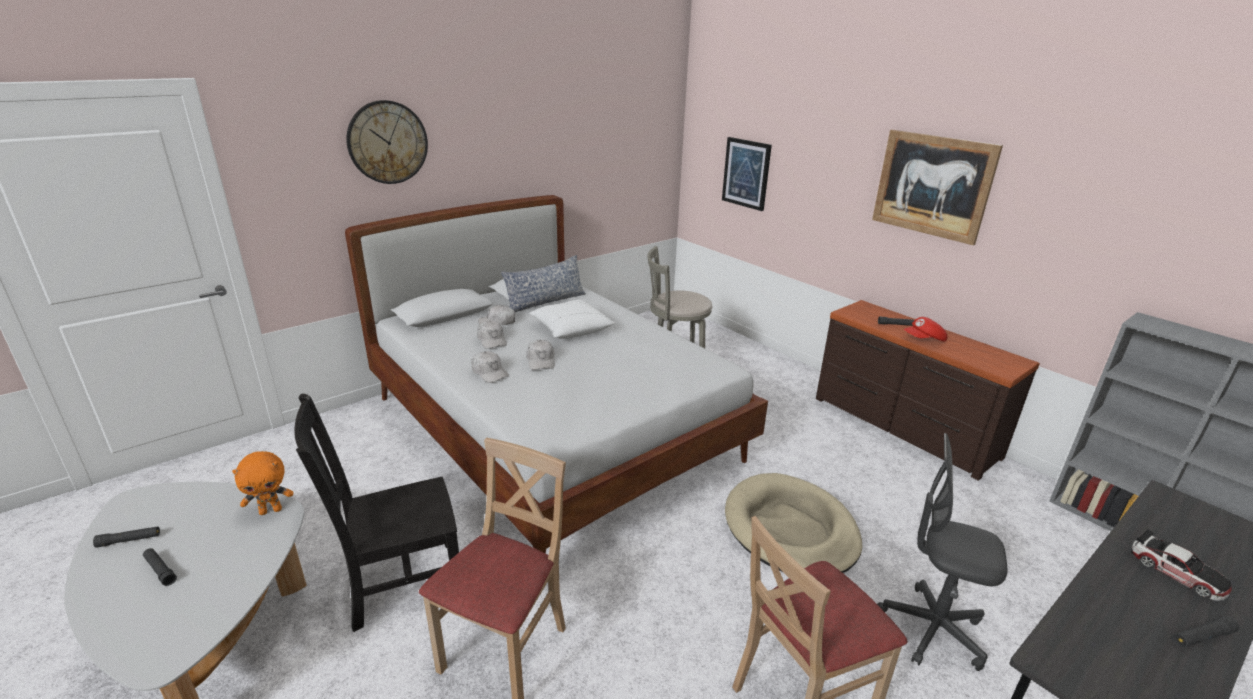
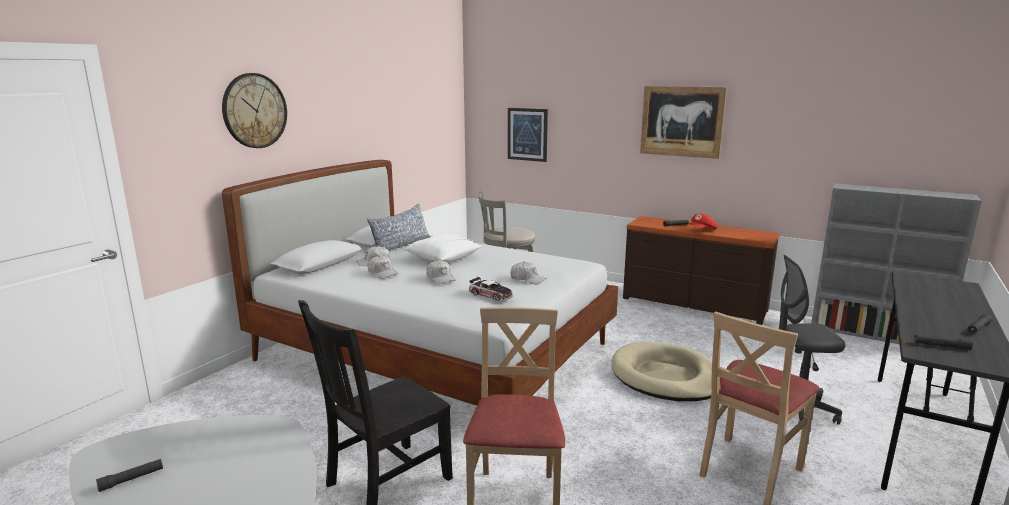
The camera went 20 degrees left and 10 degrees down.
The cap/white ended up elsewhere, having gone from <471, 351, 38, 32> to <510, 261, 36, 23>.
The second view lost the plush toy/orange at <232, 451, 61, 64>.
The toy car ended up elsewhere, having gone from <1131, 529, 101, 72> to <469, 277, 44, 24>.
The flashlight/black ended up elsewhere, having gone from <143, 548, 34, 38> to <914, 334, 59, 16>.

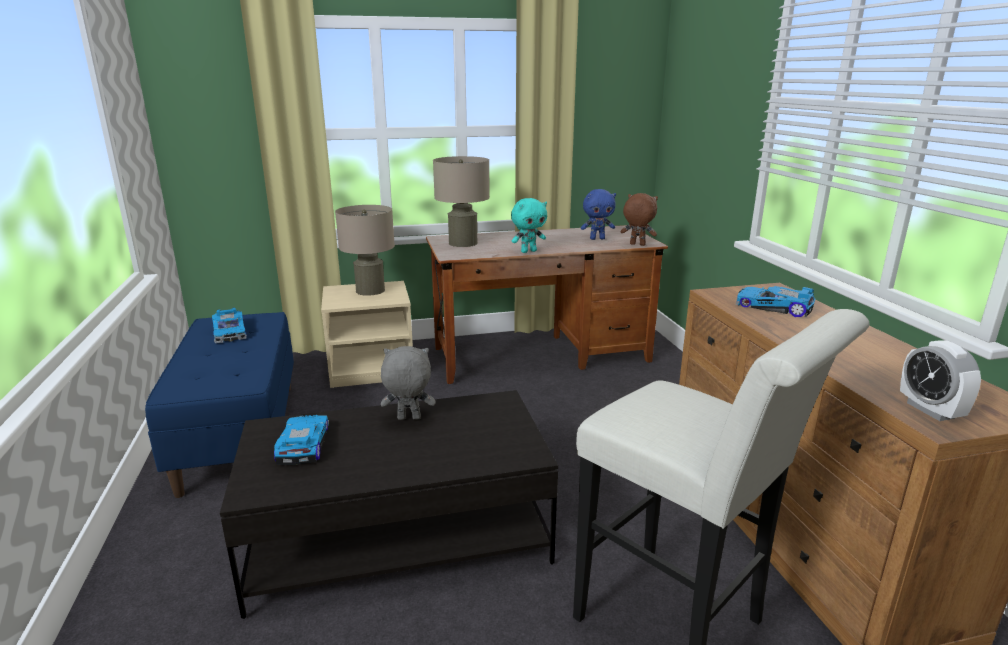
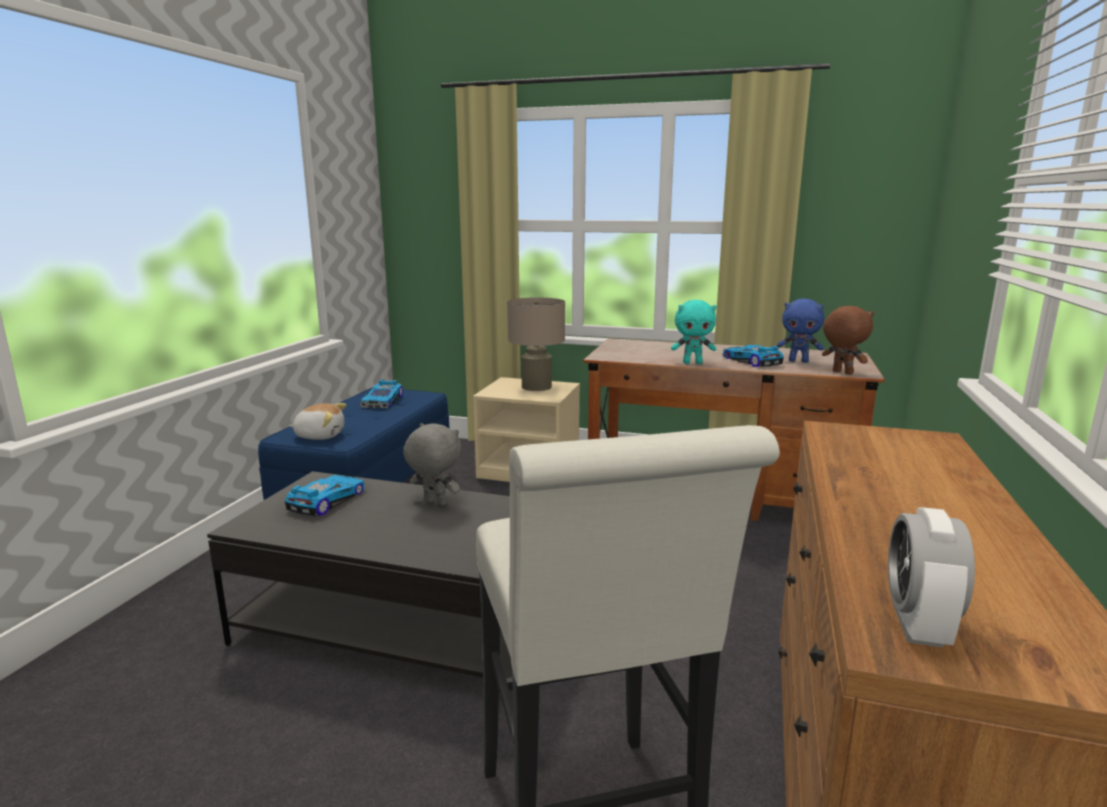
The camera went 30 degrees right and 5 degrees down.
The second view lost the table lamp/beige at <433, 156, 57, 91>.
The toy car ended up elsewhere, having gone from <736, 286, 80, 31> to <722, 345, 62, 22>.
The second view gained the plush toy at <289, 403, 58, 37>.

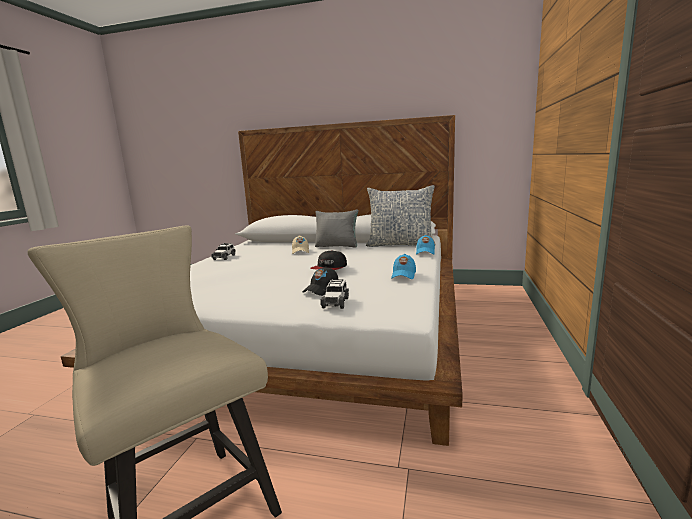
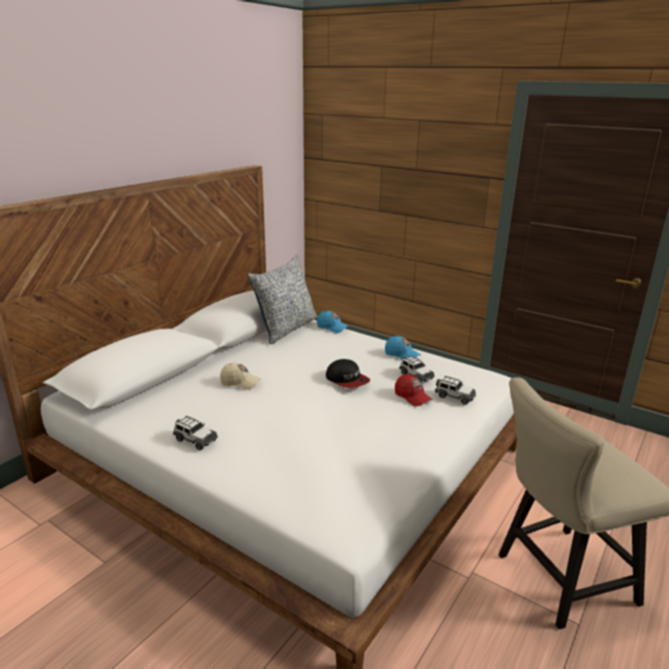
The camera went 70 degrees left and 10 degrees up.
The second view lost the pillow/grey at <315, 209, 43, 39>.
What was the cap/black at <302, 267, 37, 29> turned into the cap/red at <395, 374, 37, 32>.
The second view gained the toy car at <399, 356, 36, 27>.

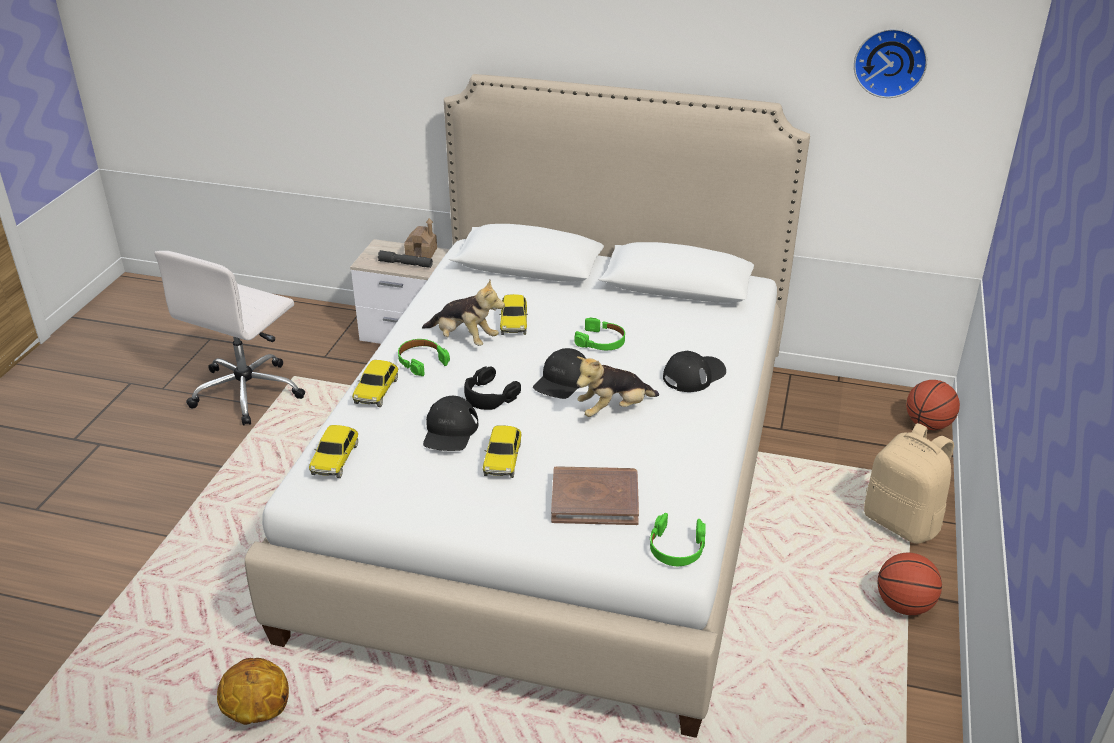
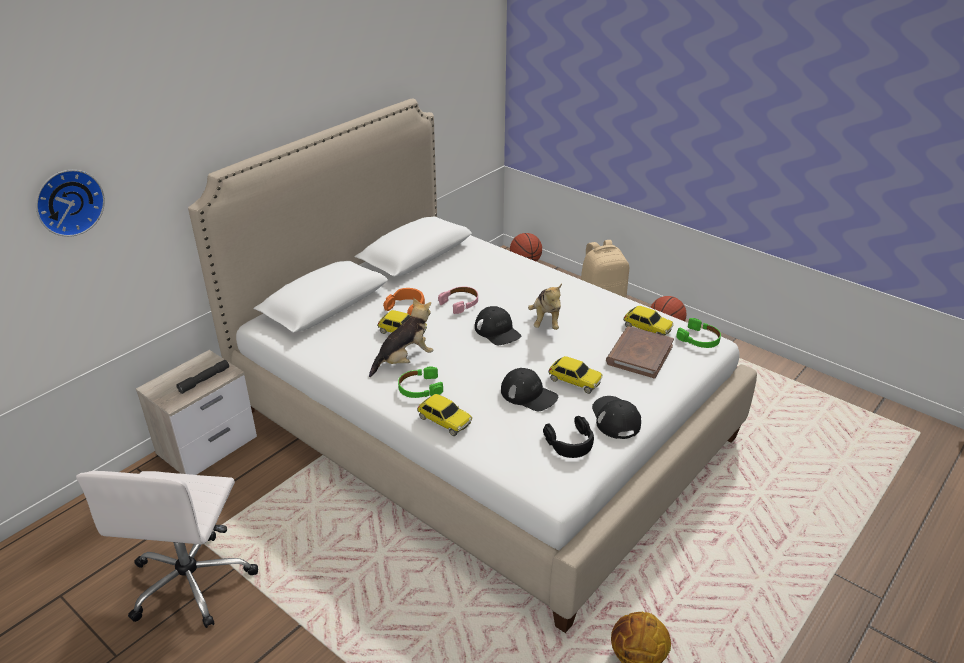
The camera went 65 degrees left and 0 degrees up.
The wall clock ended up elsewhere, having gone from <854, 29, 73, 69> to <36, 170, 69, 67>.
The second view lost the toy house at <404, 218, 33, 40>.
The office chair/white at <154, 251, 151, 174> ended up facing another way, 45 degrees clockwise from before.
What was the headphones/green at <574, 318, 51, 32> turned into the headphones/pink at <438, 287, 40, 27>.
The cap/black ended up elsewhere, having gone from <663, 351, 63, 41> to <592, 396, 49, 43>.
The headphones/black ended up elsewhere, having gone from <464, 366, 57, 44> to <543, 416, 51, 42>.
The toy car ended up elsewhere, having gone from <309, 425, 49, 53> to <623, 306, 51, 30>.
The second view gained the headphones/orange at <383, 288, 42, 28>.

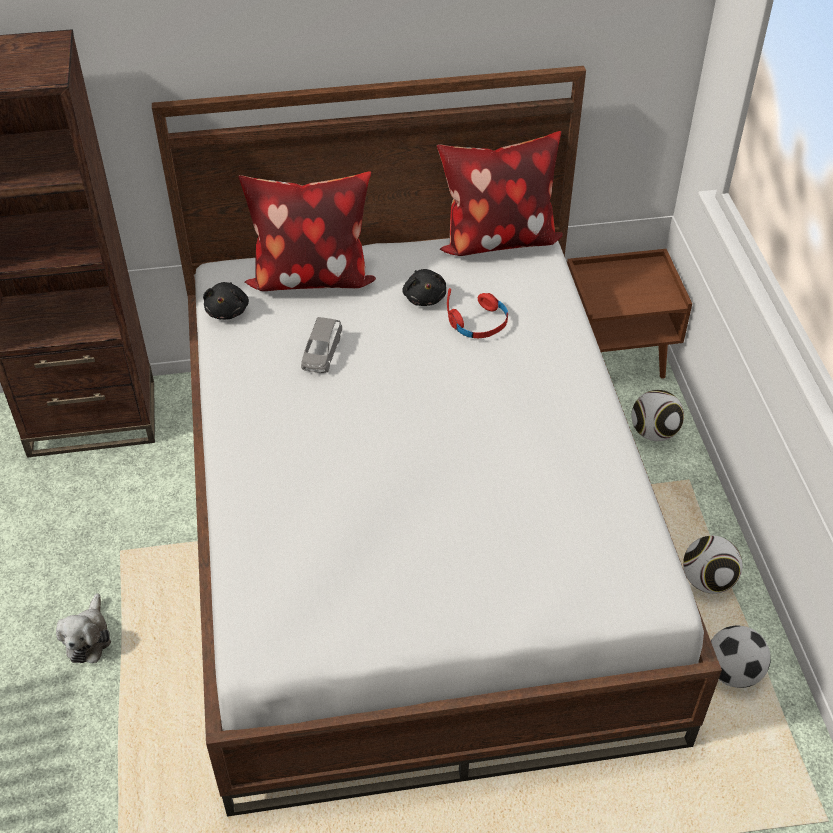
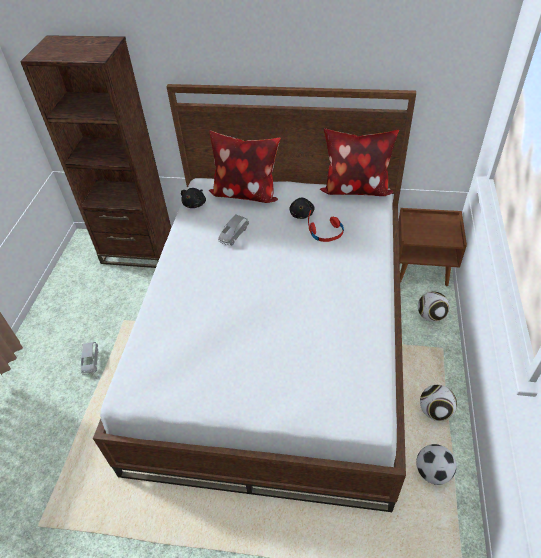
The camera went 20 degrees right and 0 degrees up.
Where the plush toy stood at <56, 593, 55, 70>, the toy car/grey came to stand at <81, 342, 17, 33>.

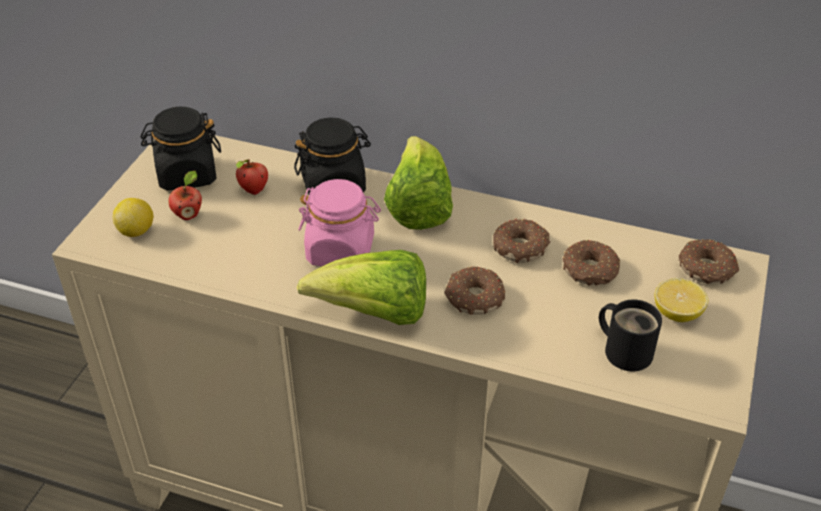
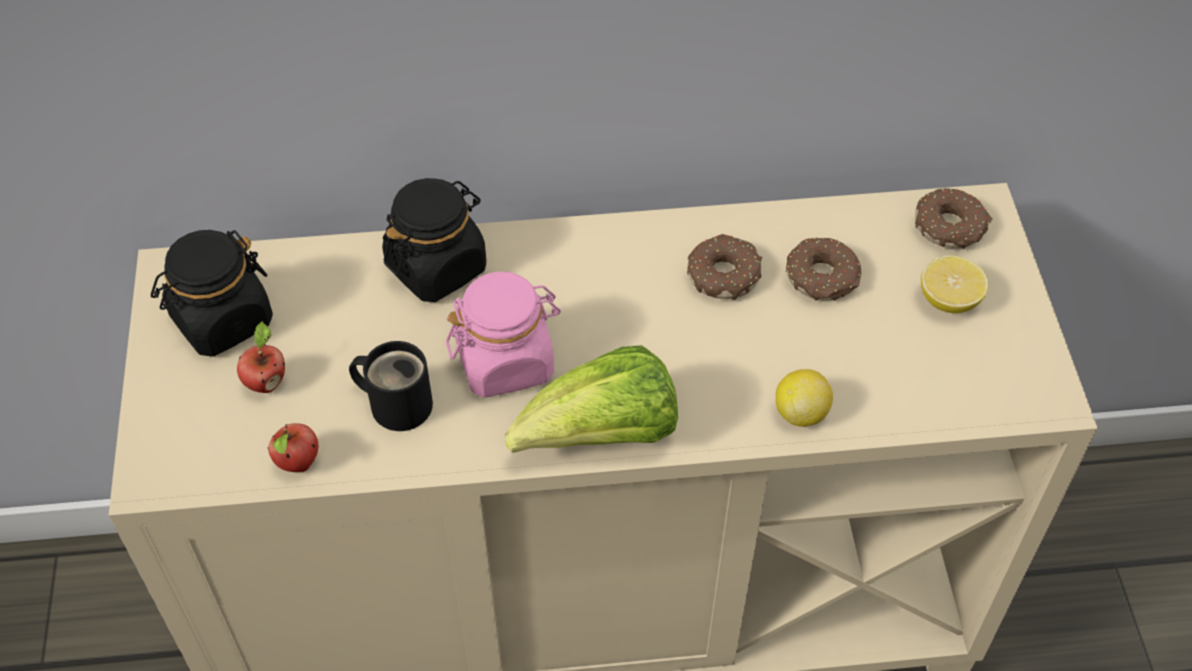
The camera went 25 degrees left and 10 degrees up.
The second view lost the lettuce at <384, 136, 69, 94>.
The apple ended up elsewhere, having gone from <236, 159, 32, 36> to <268, 423, 50, 49>.
The lemon ended up elsewhere, having gone from <113, 198, 40, 39> to <776, 369, 57, 58>.
The second view lost the donut at <444, 266, 61, 49>.
The mug/black ended up elsewhere, having gone from <599, 299, 63, 72> to <349, 341, 84, 90>.

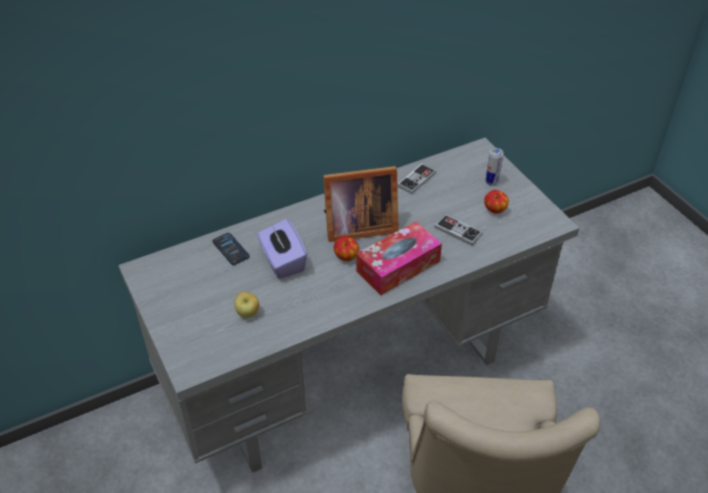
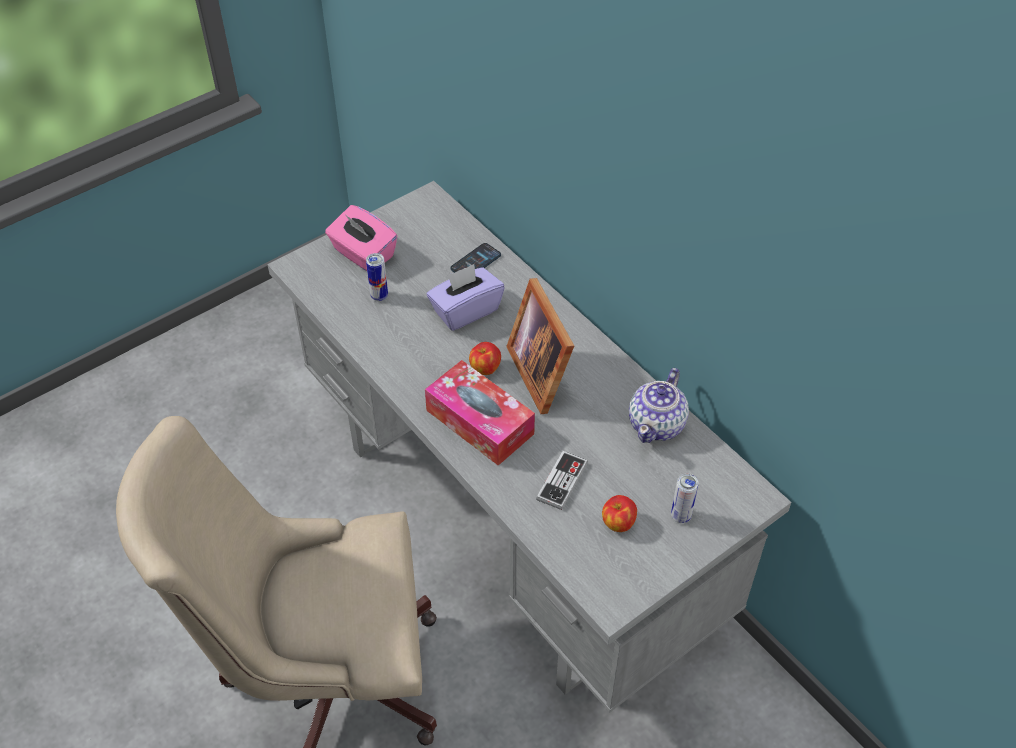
The camera went 80 degrees right and 5 degrees up.
Where the game controller stood at <397, 163, 39, 31>, the teapot came to stand at <629, 368, 60, 75>.
Where the apple stood at <234, 292, 25, 26>, the can came to stand at <366, 253, 22, 48>.
The second view gained the tissue box/pink at <325, 205, 72, 66>.

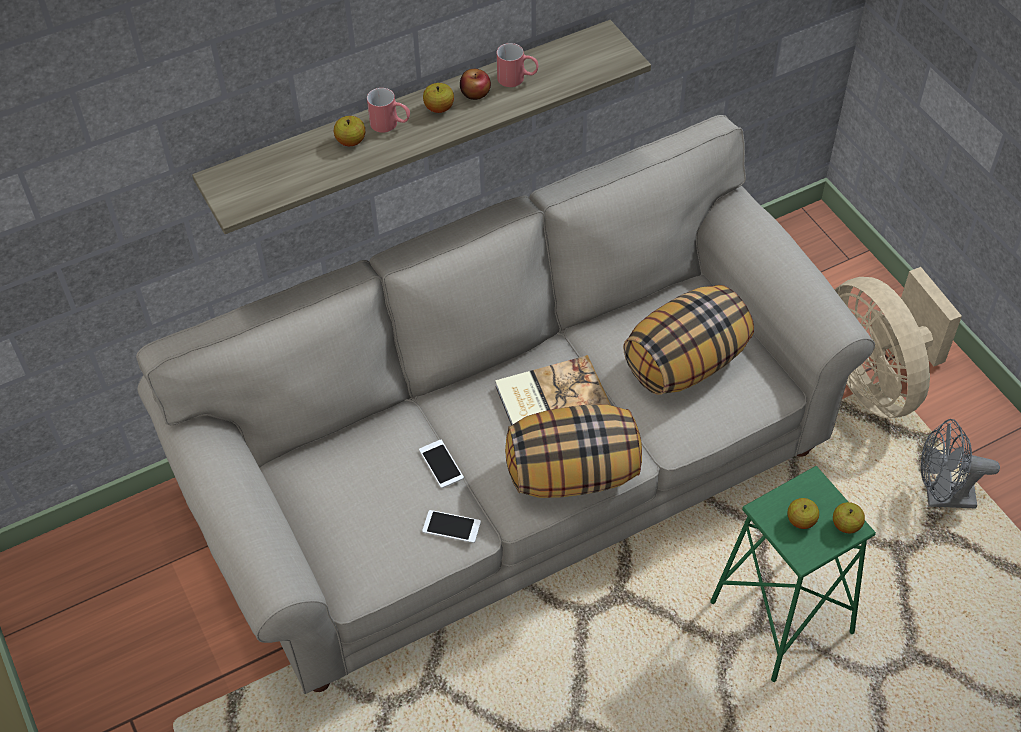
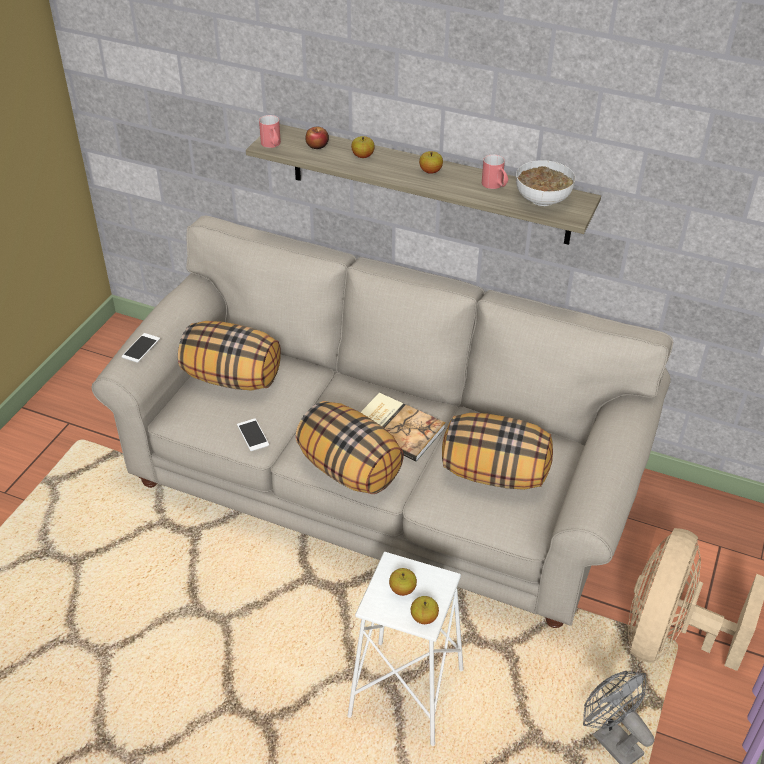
The camera went 50 degrees right and 10 degrees down.
The apple ended up elsewhere, having gone from <460, 69, 31, 31> to <305, 126, 24, 23>.
The mug/red ended up elsewhere, having gone from <367, 88, 43, 45> to <259, 115, 22, 33>.
The phone ended up elsewhere, having gone from <419, 440, 45, 48> to <122, 333, 38, 30>.
What was the stool/green at <710, 466, 166, 216> turned into the stool/white at <347, 552, 117, 194>.
The second view gained the bowl at <516, 160, 60, 46>.
The second view gained the pillow at <178, 321, 103, 70>.

